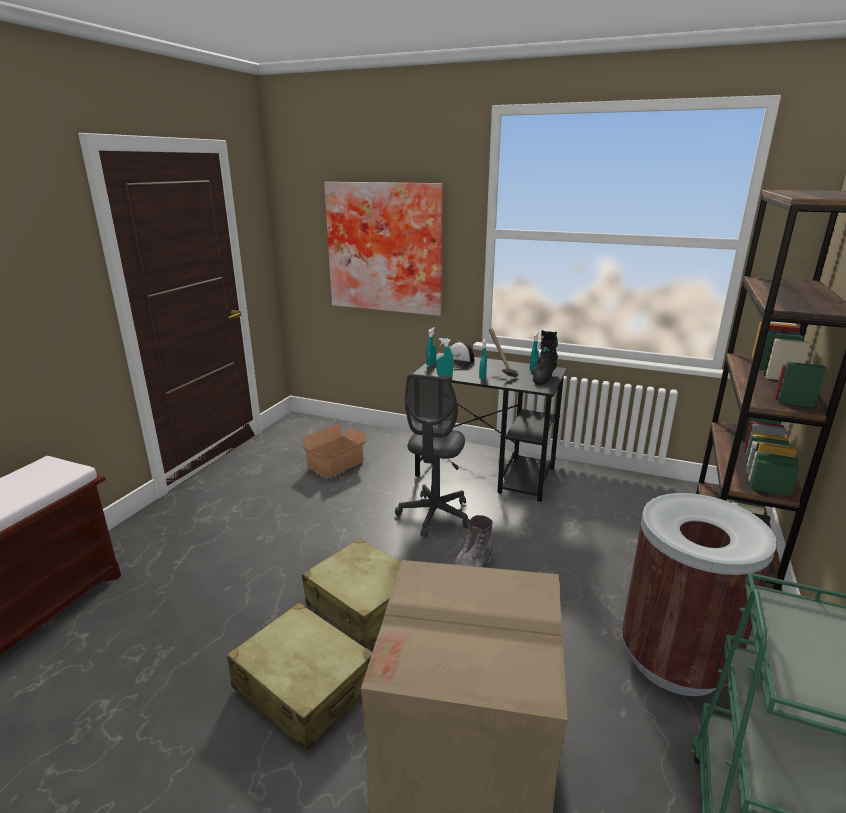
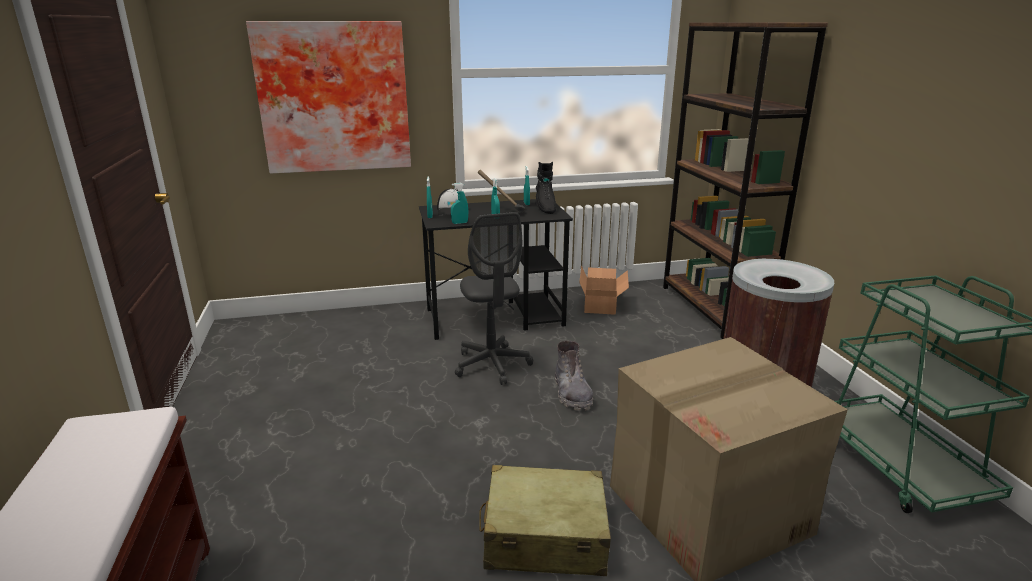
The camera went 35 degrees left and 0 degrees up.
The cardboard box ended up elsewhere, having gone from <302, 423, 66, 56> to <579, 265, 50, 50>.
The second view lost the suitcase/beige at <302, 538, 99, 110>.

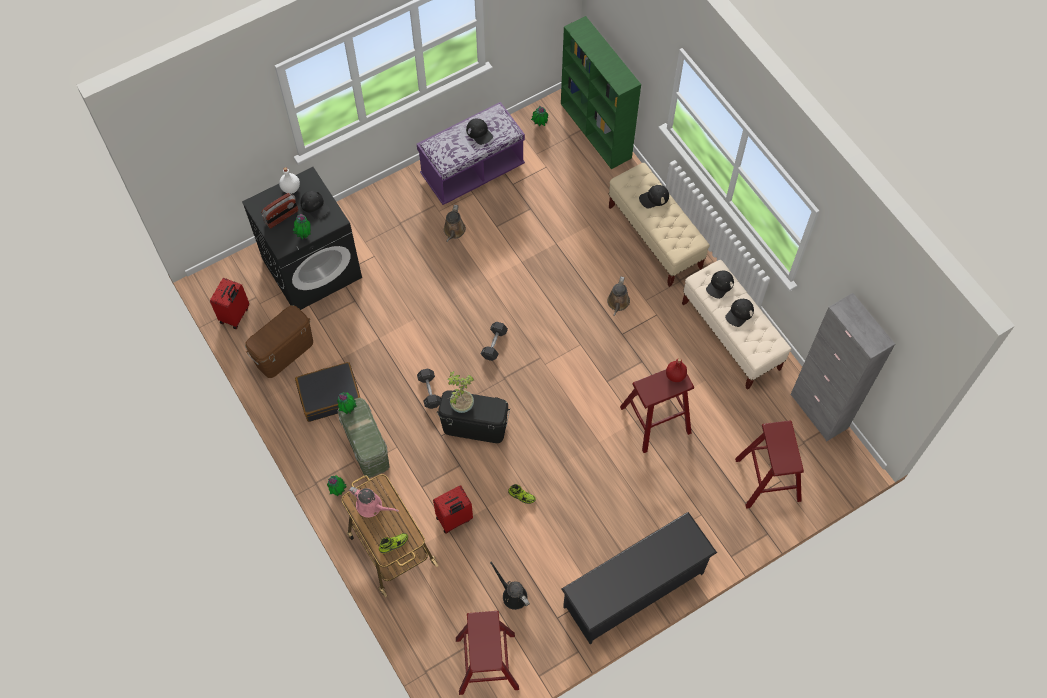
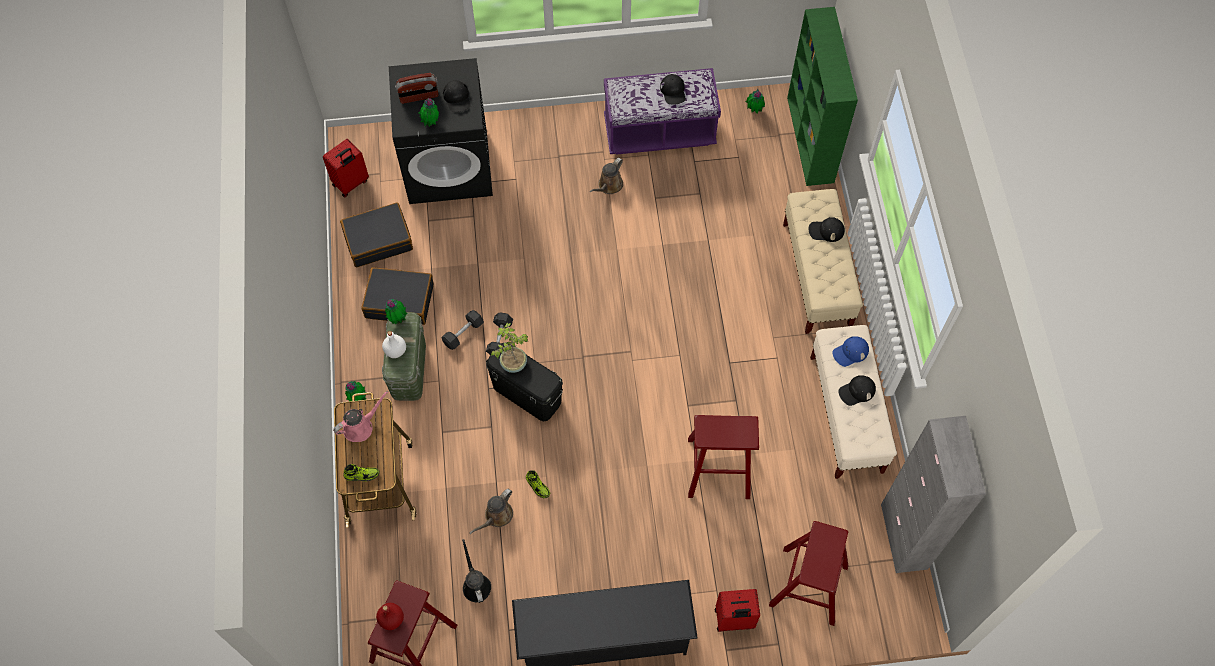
The camera went 25 degrees right and 0 degrees up.
The bottle/white ended up elsewhere, having gone from <279, 167, 21, 27> to <382, 331, 24, 27>.
What was the cap/black at <706, 270, 28, 29> turned into the cap/blue at <833, 336, 36, 31>.
The watering can/brown ended up elsewhere, having gone from <607, 276, 23, 40> to <469, 488, 44, 46>.
Where the storage box/brown stood at <245, 305, 68, 73>, the suitcase/black came to stand at <340, 202, 73, 65>.
The dumbbell/grey ended up elsewhere, having gone from <481, 322, 27, 39> to <441, 310, 43, 40>.
The bottle/red ended up elsewhere, having gone from <666, 358, 21, 24> to <376, 603, 28, 27>.
The suitcase/red ended up elsewhere, having gone from <433, 485, 40, 49> to <715, 589, 45, 43>.
The watering can/pink at <349, 487, 50, 30> ended up facing another way, 90 degrees counterclockwise from before.

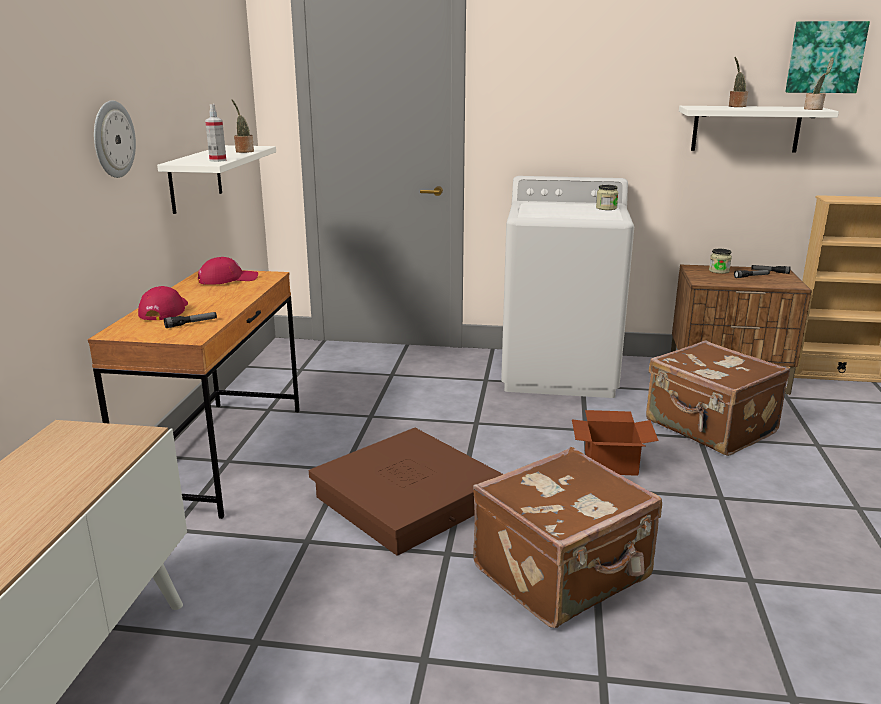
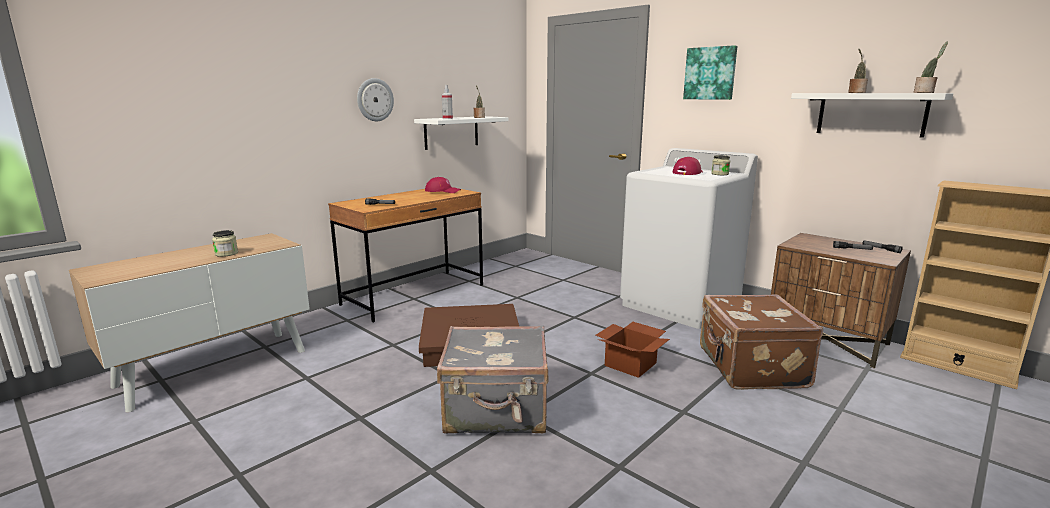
The camera went 35 degrees right and 5 degrees down.
The picture ended up elsewhere, having gone from <785, 21, 85, 72> to <683, 45, 54, 55>.
The jar ended up elsewhere, having gone from <709, 249, 23, 25> to <212, 230, 26, 27>.
The cap/red ended up elsewhere, having gone from <138, 286, 50, 34> to <673, 157, 30, 18>.
What was the suitcase/brown at <473, 447, 189, 181> turned into the suitcase/grey at <437, 325, 111, 109>.

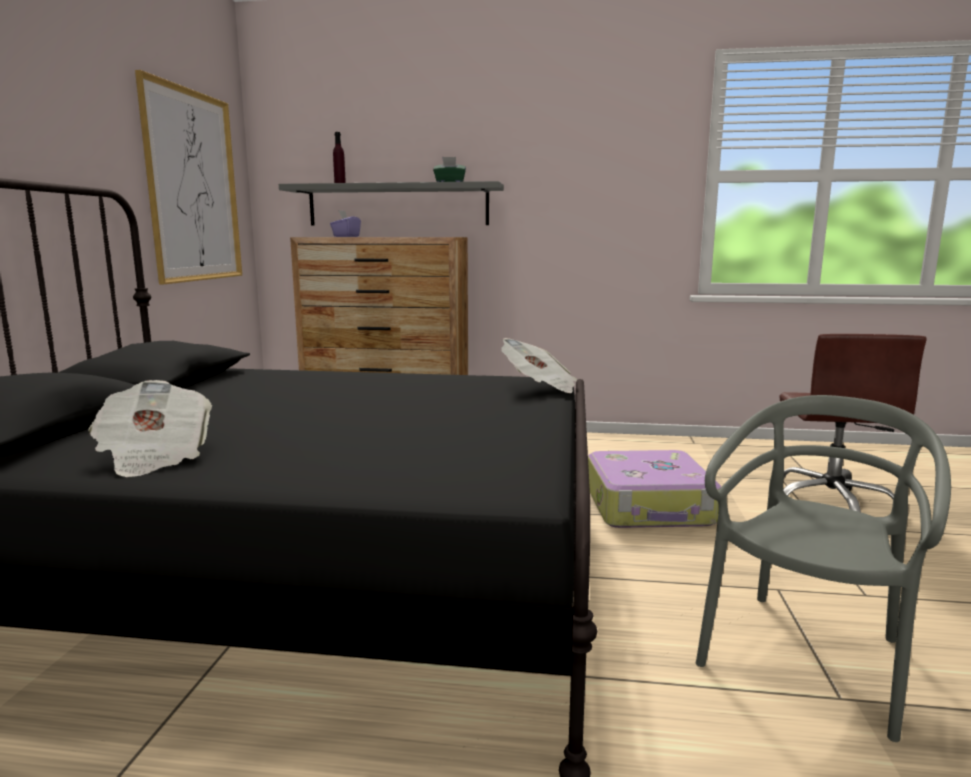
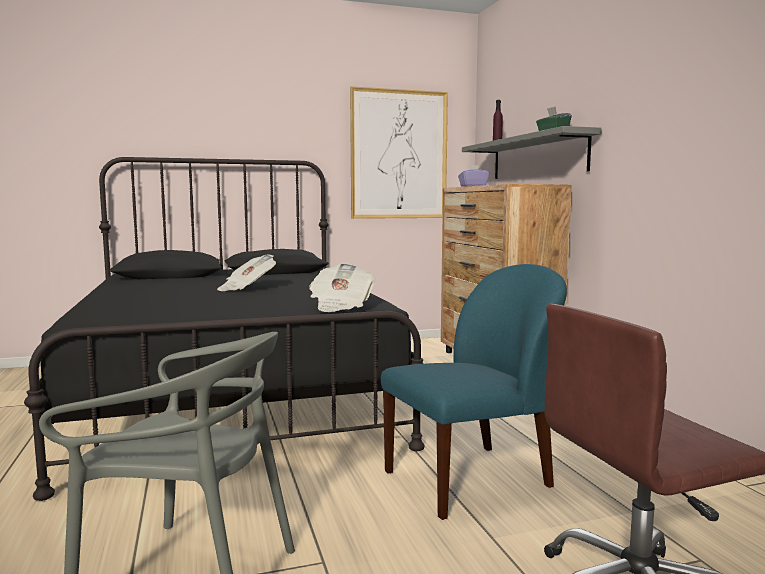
The camera went 65 degrees right and 5 degrees down.
The newspaper ended up elsewhere, having gone from <88, 380, 124, 97> to <217, 254, 59, 37>.
Where the suitcase stood at <588, 450, 133, 78>, the chair/blue came to stand at <381, 264, 186, 256>.

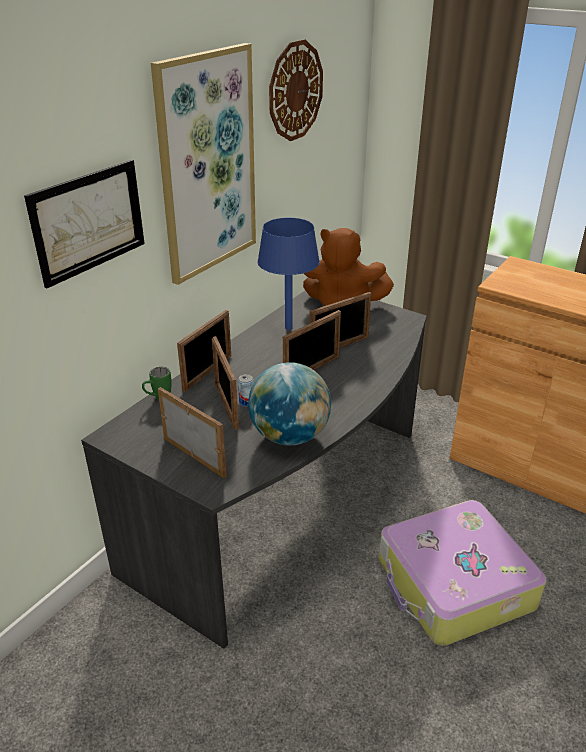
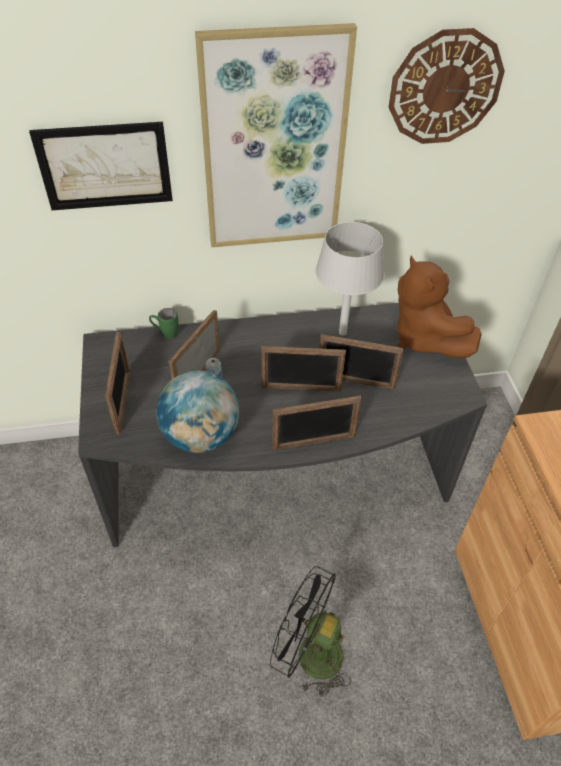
The camera went 45 degrees right and 15 degrees up.
What was the table lamp/blue at <257, 218, 63, 112> turned into the table lamp/grey at <315, 222, 70, 114>.
The picture frame ended up elsewhere, having gone from <177, 310, 54, 82> to <272, 396, 90, 54>.
Where the suitcase stood at <379, 500, 168, 146>, the fan/black came to stand at <270, 566, 81, 131>.

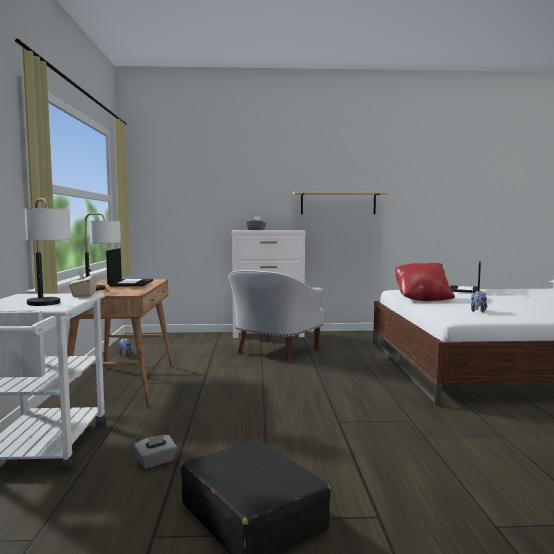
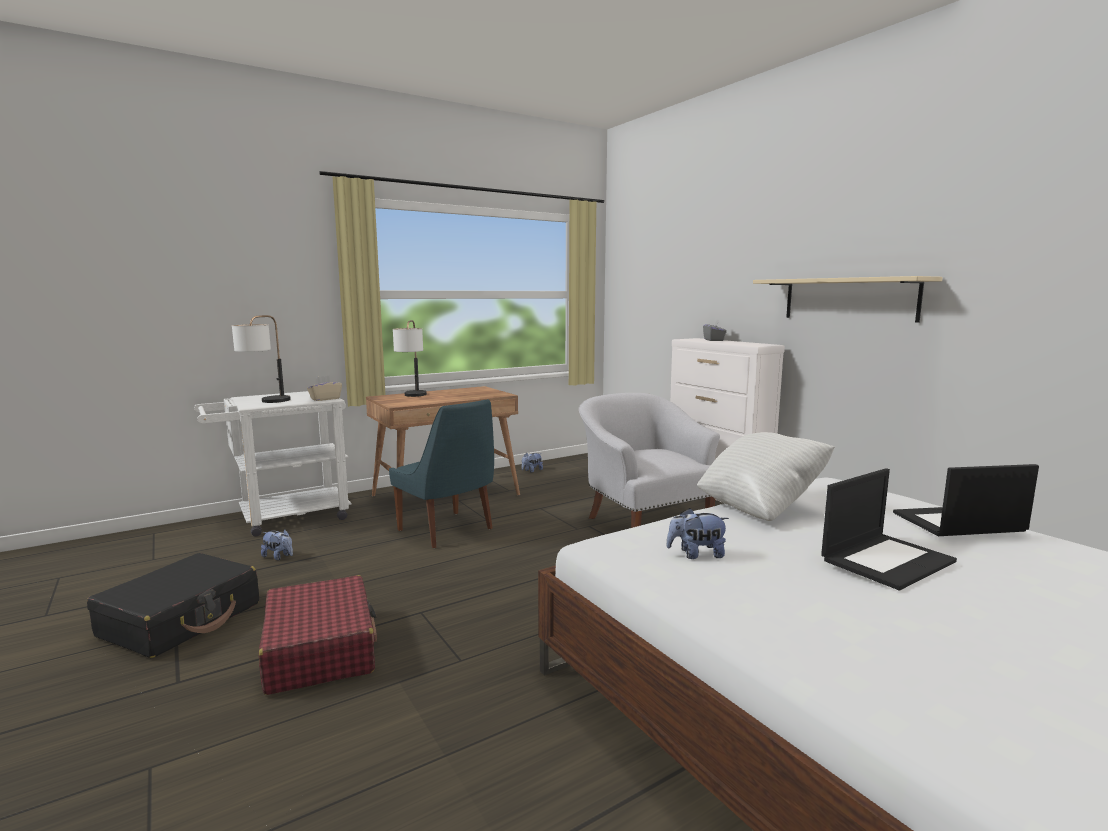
The camera went 60 degrees right and 5 degrees up.
The laptop ended up elsewhere, having gone from <106, 248, 47, 39> to <821, 468, 136, 122>.
What was the pillow/red at <395, 263, 60, 38> turned into the pillow/white at <697, 432, 138, 89>.
The armchair/white at <228, 270, 96, 92> ended up facing another way, 60 degrees clockwise from before.
Where the tissue box/grey stood at <134, 434, 43, 35>, the plush toy came to stand at <261, 529, 32, 31>.
The second view gained the chair/blue at <389, 399, 105, 149>.
The second view gained the suitcase/red at <259, 575, 118, 120>.

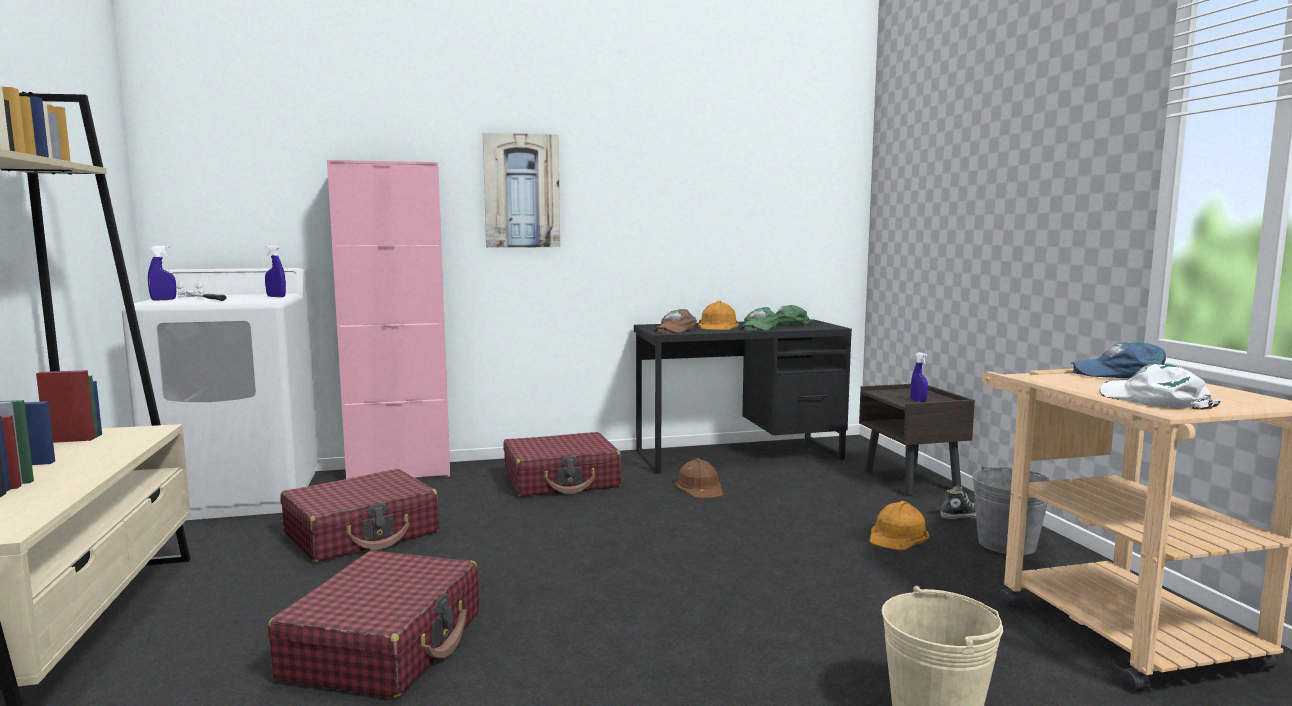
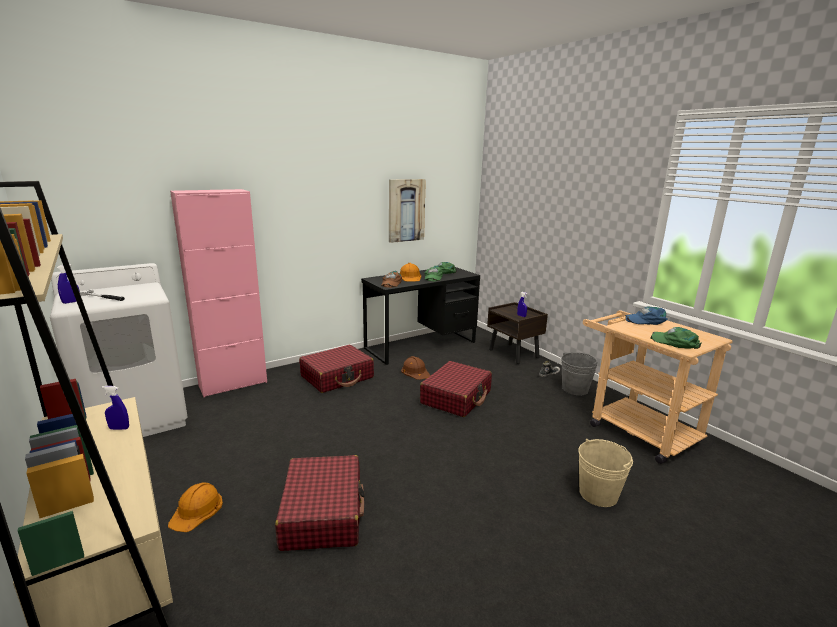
The camera went 20 degrees left and 10 degrees up.
The picture ended up elsewhere, having gone from <483, 133, 77, 115> to <389, 179, 37, 64>.
The spray bottle/blue ended up elsewhere, having gone from <265, 245, 21, 52> to <102, 386, 27, 44>.
What was the cap/white at <1099, 364, 122, 46> turned into the cap/green at <650, 327, 52, 22>.
The suitcase/red ended up elsewhere, having gone from <281, 469, 158, 93> to <420, 361, 72, 56>.
The hard hat/orange ended up elsewhere, having gone from <870, 501, 59, 49> to <168, 482, 55, 50>.

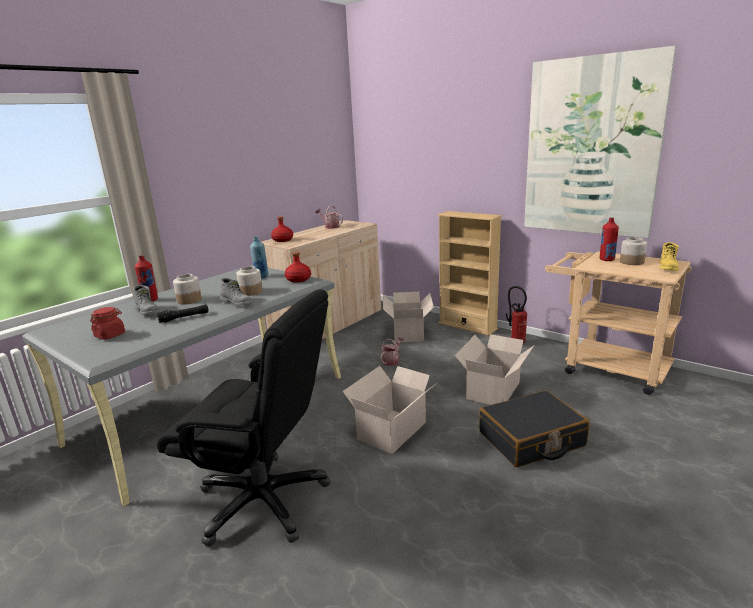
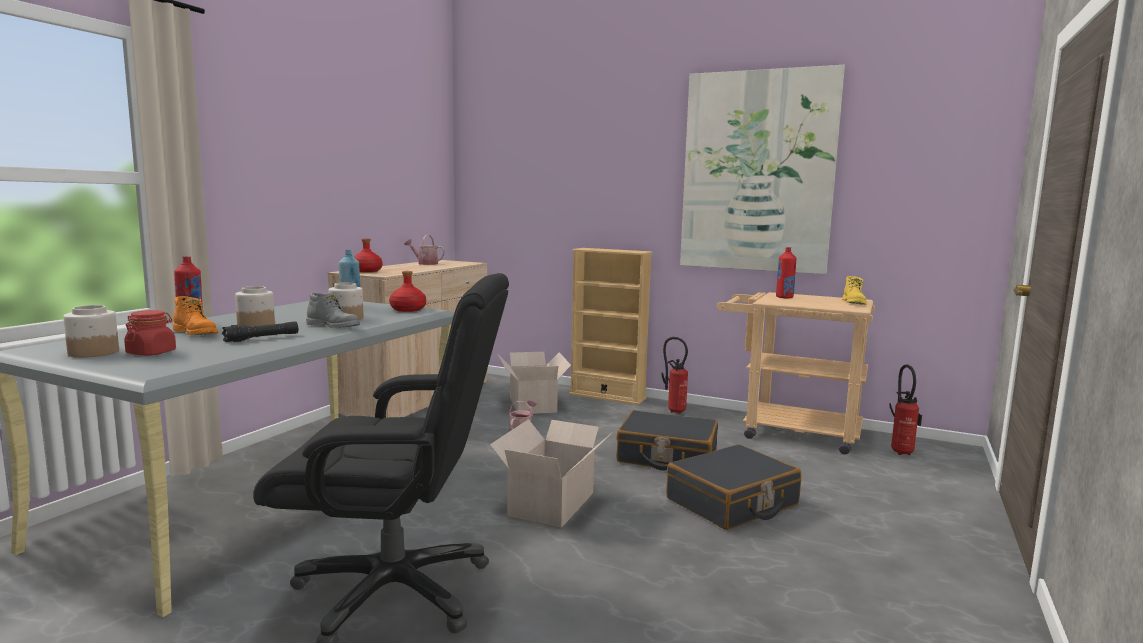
The camera went 15 degrees left and 10 degrees down.
The jar ended up elsewhere, having gone from <620, 237, 27, 28> to <63, 305, 56, 53>.
What was the boot/grey at <133, 285, 26, 30> turned into the boot/orange at <173, 296, 45, 39>.
Where the cardboard box stood at <455, 334, 79, 71>, the suitcase/black came to stand at <616, 410, 102, 61>.
The second view gained the fire extinguisher at <889, 364, 33, 91>.

